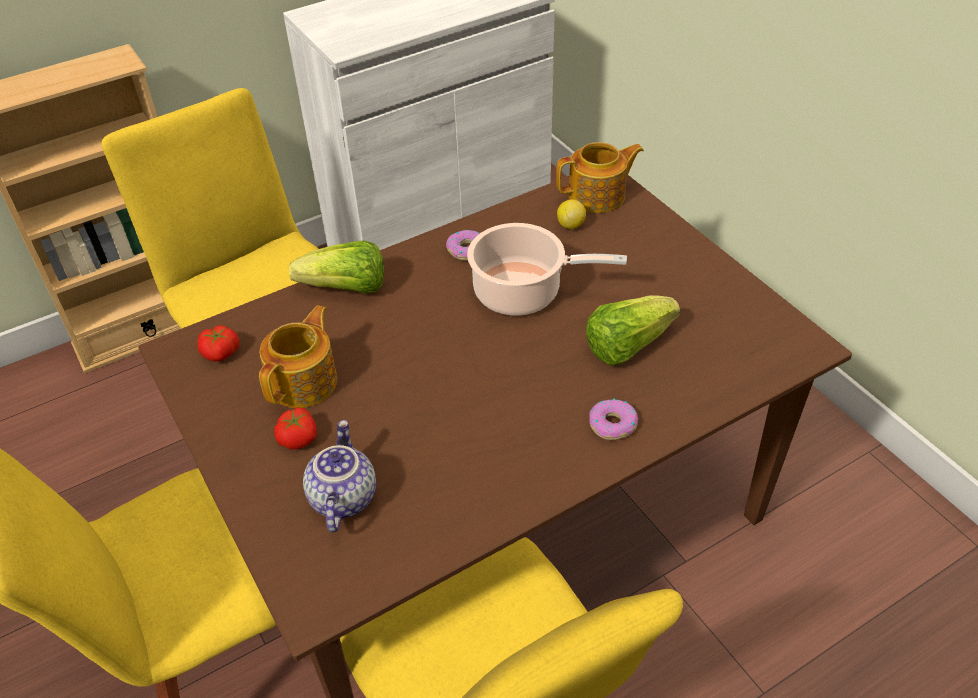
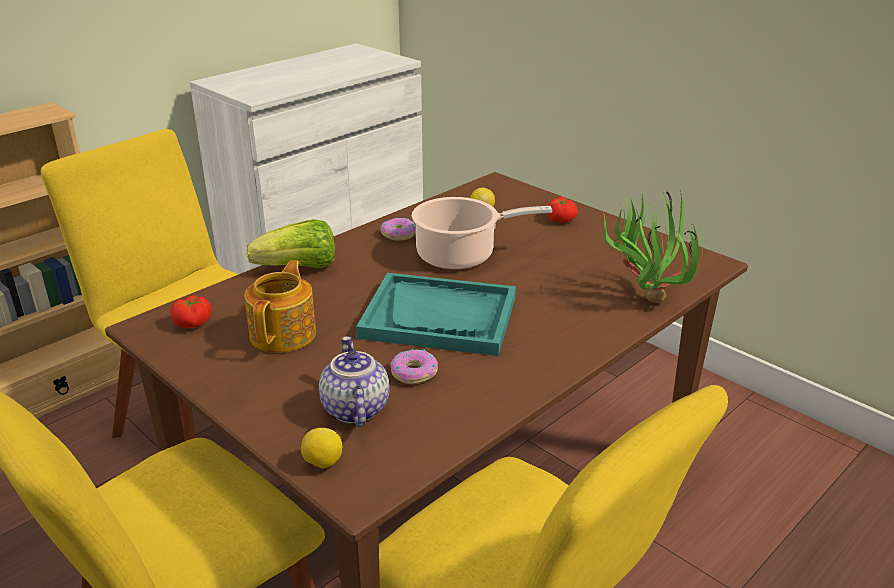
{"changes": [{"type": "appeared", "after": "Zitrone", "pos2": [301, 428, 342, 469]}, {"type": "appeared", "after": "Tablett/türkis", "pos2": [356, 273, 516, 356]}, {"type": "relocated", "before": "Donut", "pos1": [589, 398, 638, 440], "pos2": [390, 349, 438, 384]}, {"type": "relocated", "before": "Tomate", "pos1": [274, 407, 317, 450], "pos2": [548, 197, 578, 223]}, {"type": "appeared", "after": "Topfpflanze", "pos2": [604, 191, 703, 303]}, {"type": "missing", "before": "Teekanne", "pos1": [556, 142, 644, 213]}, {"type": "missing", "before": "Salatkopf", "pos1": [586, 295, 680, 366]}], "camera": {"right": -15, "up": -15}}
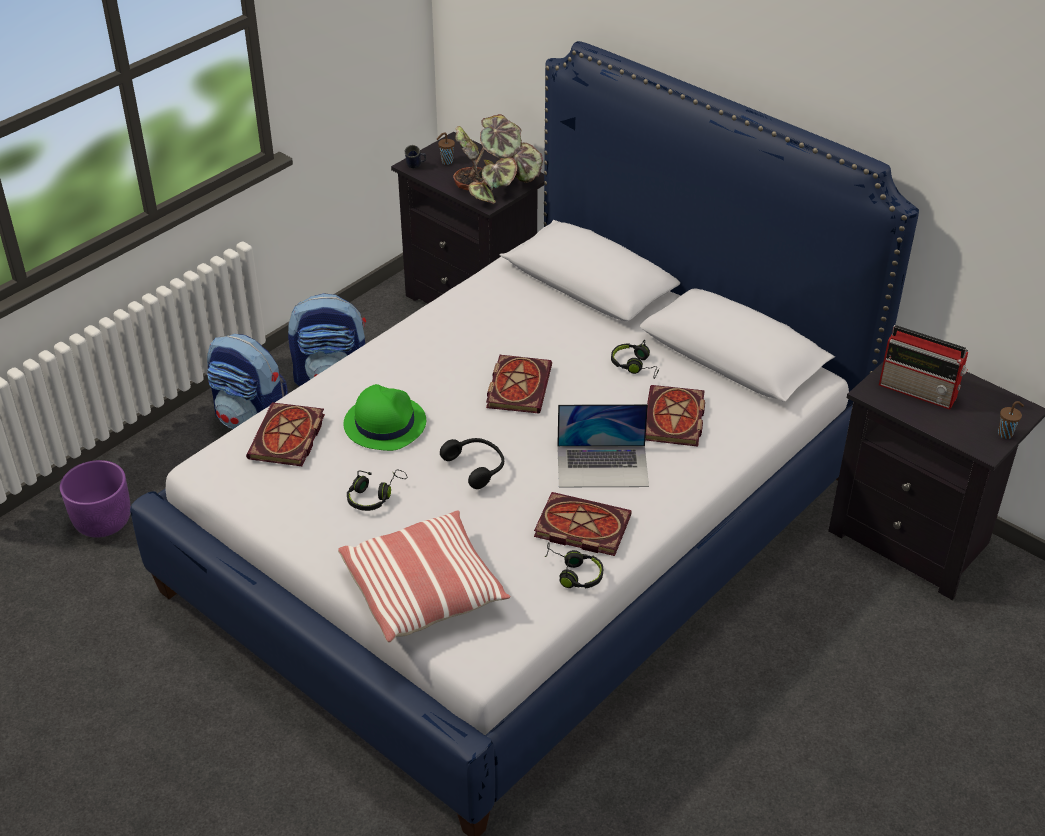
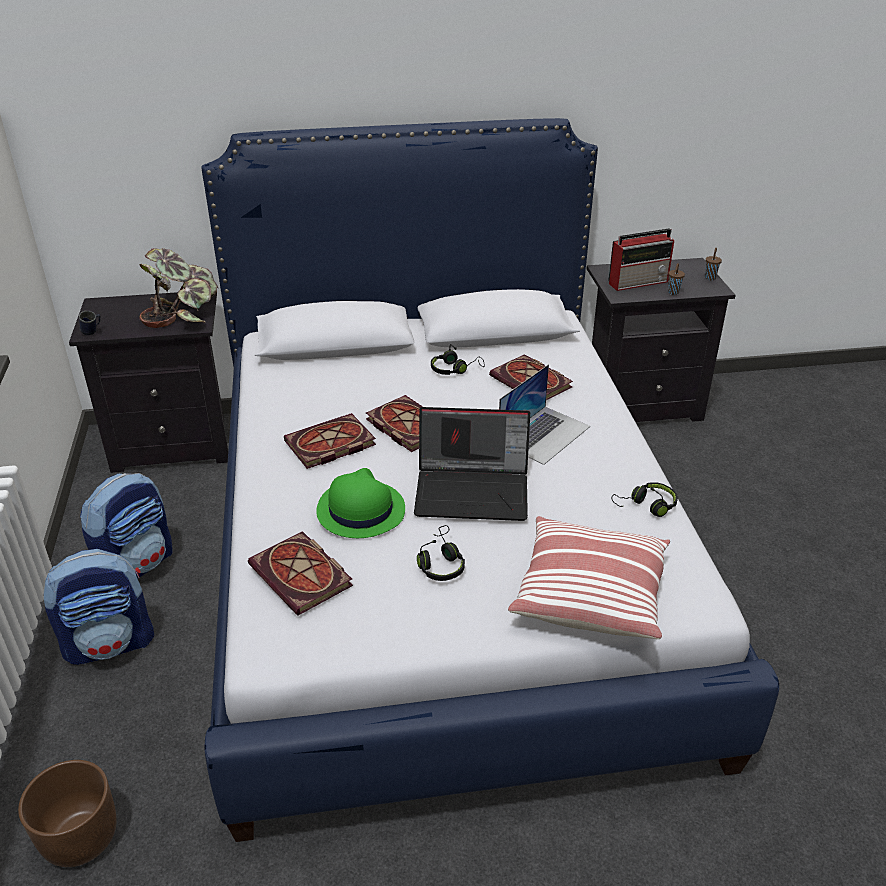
{"changes": [{"type": "colour", "before": "Pflanzkübel/lila", "after": "Pflanzkübel/braun", "pos1": [60, 460, 131, 538], "pos2": [18, 760, 117, 867]}, {"type": "relocated", "before": "Buch", "pos1": [534, 492, 632, 556], "pos2": [284, 413, 376, 469]}, {"type": "exchanged", "before": "Kopfhörer/schwarz", "after": "Laptop", "pos1": [440, 438, 504, 489], "pos2": [414, 407, 530, 521]}, {"type": "relocated", "before": "Tasse/braun", "pos1": [437, 132, 455, 165], "pos2": [668, 263, 685, 295]}], "camera": {"right": -50, "up": -5}}
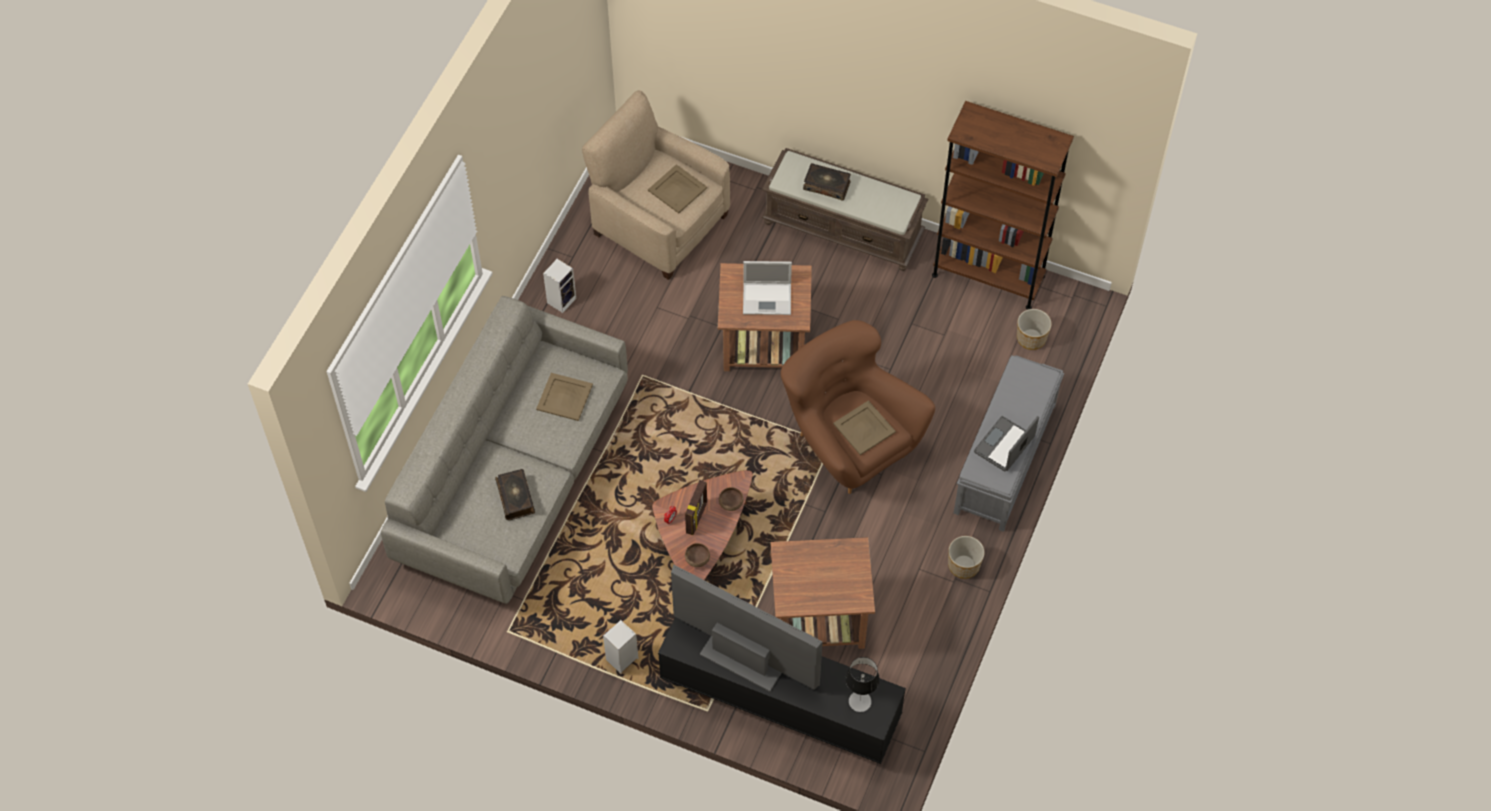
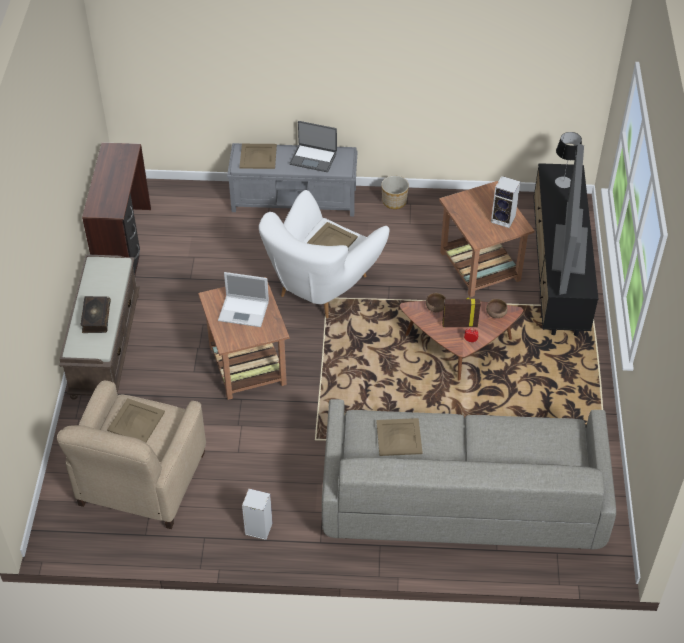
{"changes": [{"type": "exchanged", "before": "Bücherregal/braun", "after": "Schreibtisch/braun", "pos1": [932, 101, 1074, 310], "pos2": [82, 142, 151, 275]}, {"type": "spun", "before": "Laptop", "pos1": [743, 261, 792, 315], "pos2": [218, 272, 269, 327], "turn": 120}, {"type": "appeared", "after": "Tablett/beige", "pos2": [240, 144, 277, 169]}, {"type": "colour", "before": "Sessel/braun", "after": "Sessel/weiß", "pos1": [781, 320, 935, 494], "pos2": [259, 190, 389, 318]}, {"type": "relocated", "before": "Lautsprecher", "pos1": [603, 620, 639, 674], "pos2": [491, 176, 520, 228]}, {"type": "missing", "before": "Buch", "pos1": [495, 469, 535, 520]}, {"type": "missing", "before": "Pflanzkübel", "pos1": [1017, 309, 1052, 350]}], "camera": {"right": -110, "up": -10}}
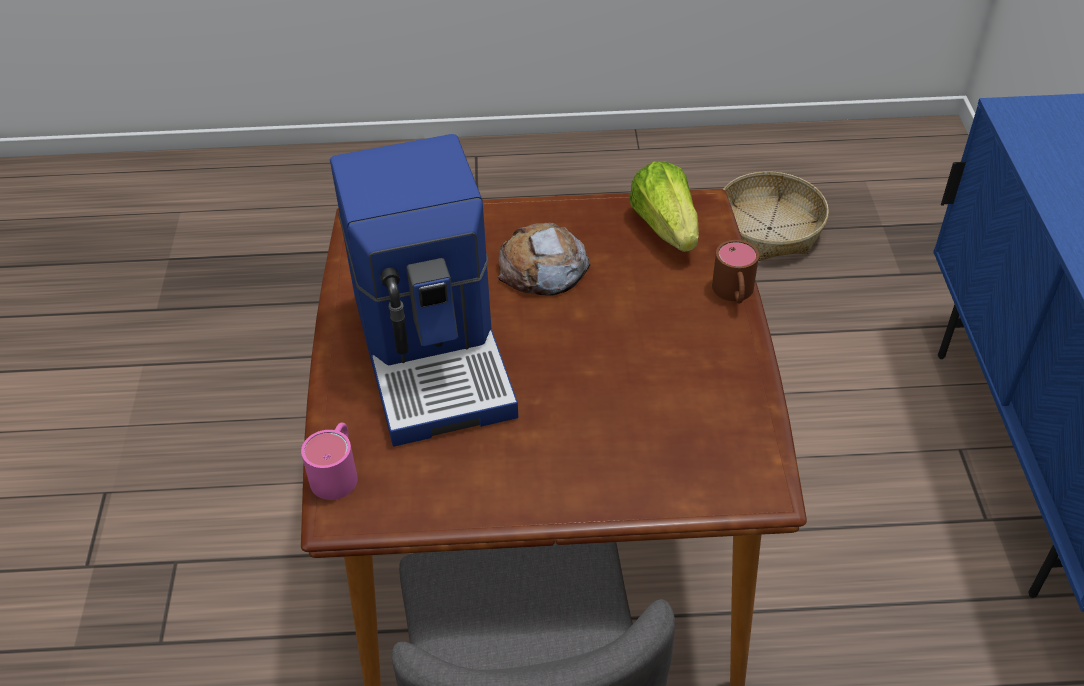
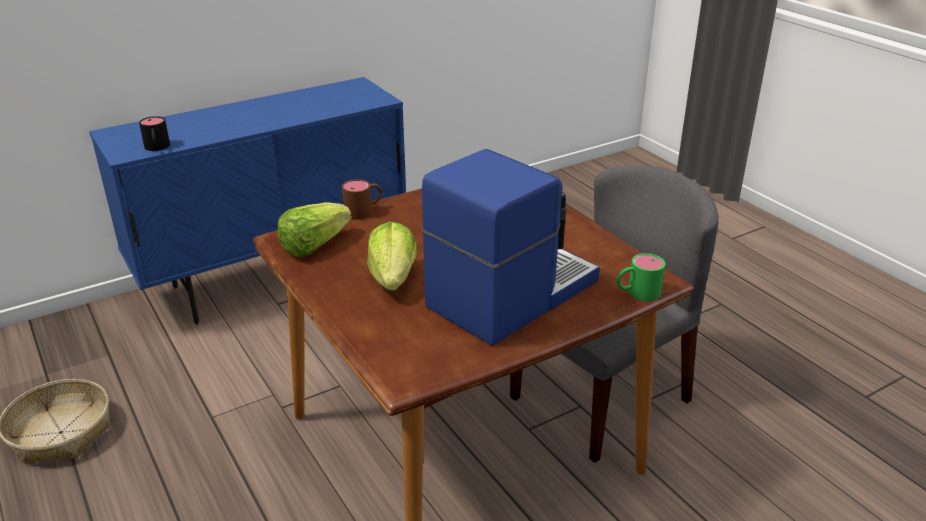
{"changes": [{"type": "appeared", "after": "Henkelbecher/schwarz", "pos2": [139, 116, 170, 151]}, {"type": "exchanged", "before": "Brot", "after": "Salatkopf", "pos1": [498, 223, 590, 295], "pos2": [367, 221, 417, 290]}, {"type": "colour", "before": "Henkelbecher/rosa", "after": "Henkelbecher/grün", "pos1": [301, 423, 358, 500], "pos2": [616, 253, 665, 301]}], "camera": {"right": -120, "up": -15}}
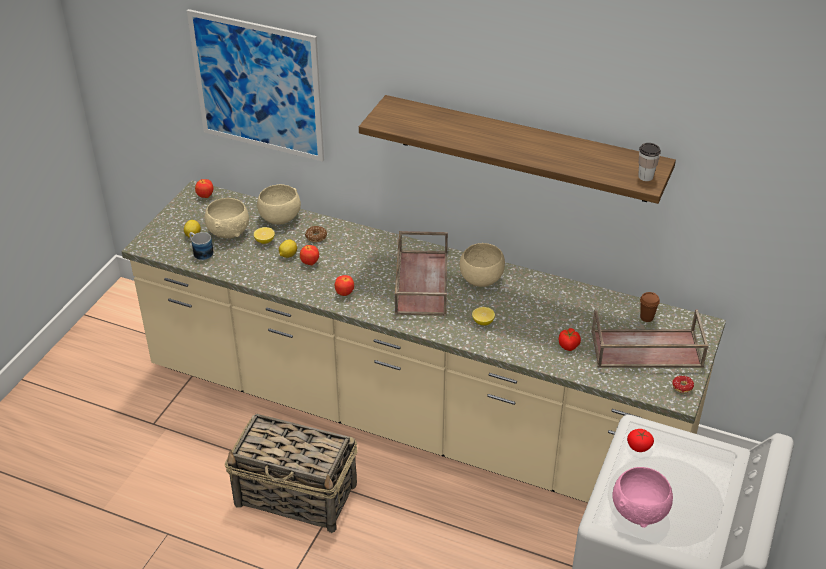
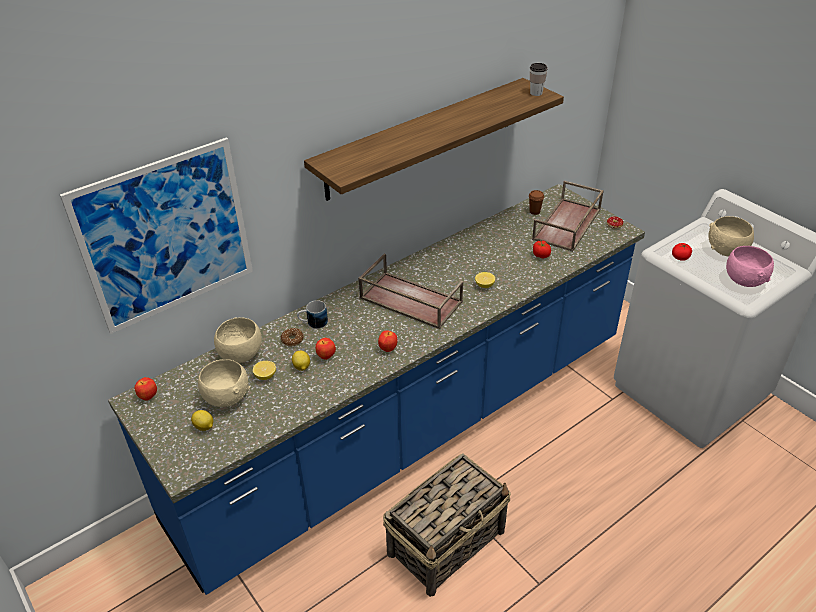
{"changes": [{"type": "colour", "before": "Küchenzeile/beige", "after": "Küchenzeile/blau", "pos1": [122, 180, 726, 503], "pos2": [108, 184, 645, 595]}, {"type": "relocated", "before": "Henkelbecher", "pos1": [189, 232, 214, 260], "pos2": [297, 300, 328, 329]}, {"type": "relocated", "before": "Schüssel/beige", "pos1": [460, 243, 505, 287], "pos2": [708, 216, 754, 257]}], "camera": {"right": -60, "up": 0}}
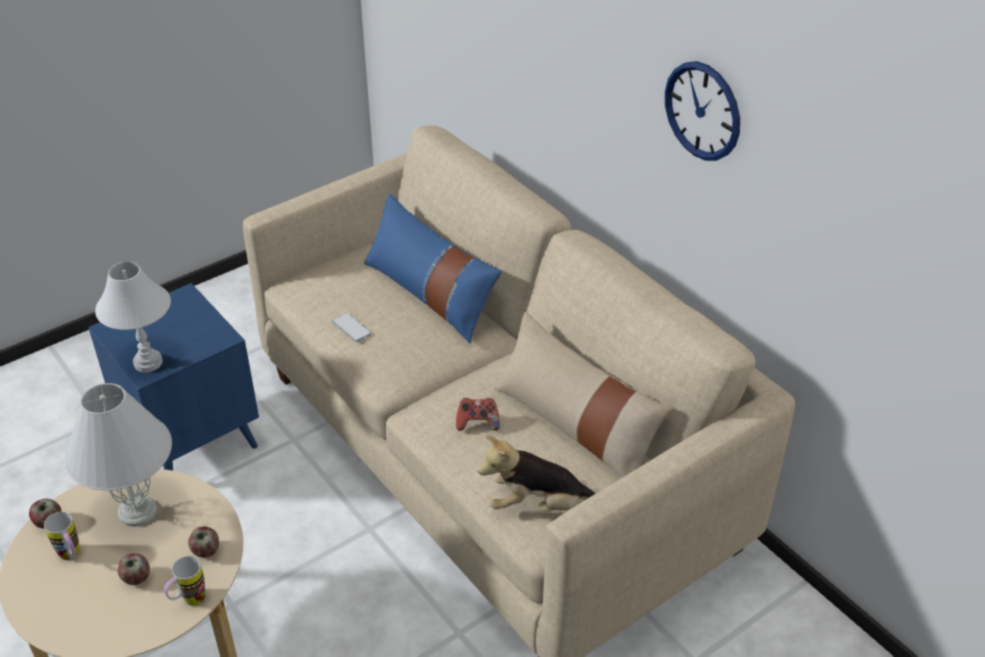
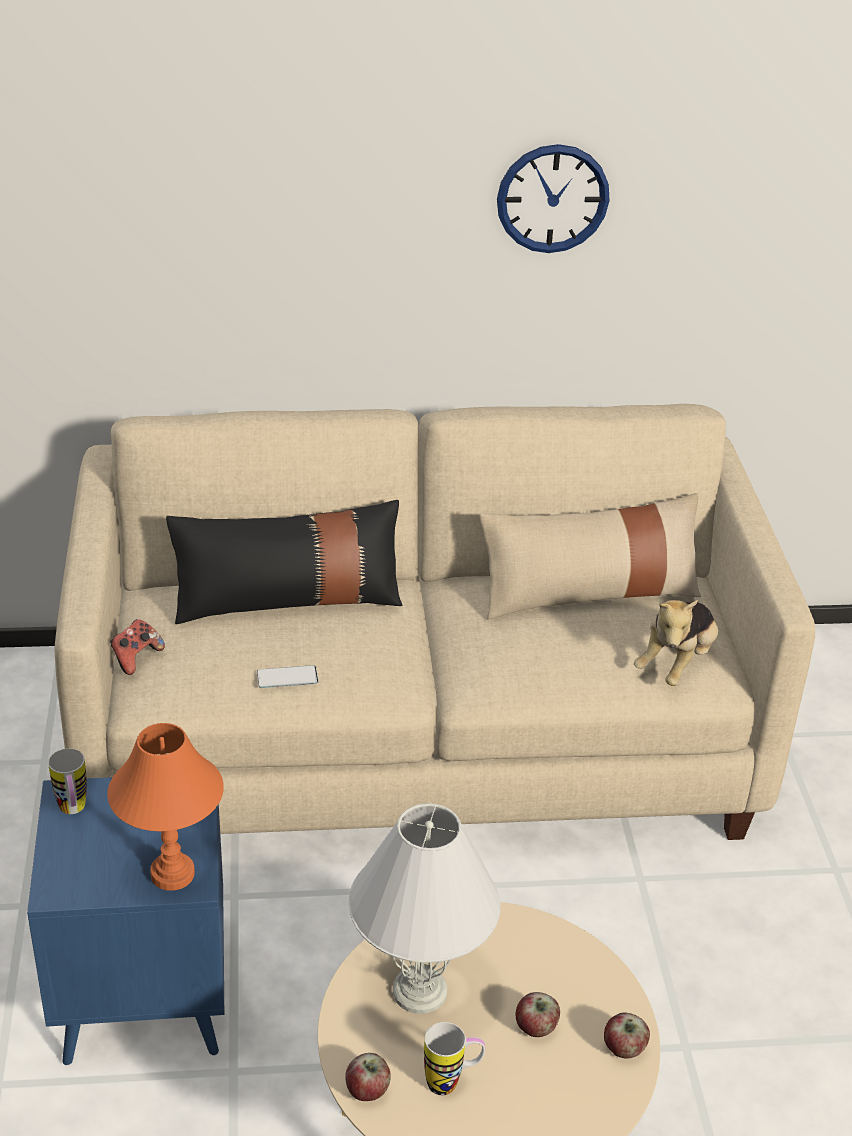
{"changes": [{"type": "relocated", "before": "Henkelbecher", "pos1": [164, 556, 205, 606], "pos2": [48, 748, 87, 814]}, {"type": "colour", "before": "Tischlampe/weiß", "after": "Tischlampe/orange", "pos1": [95, 262, 171, 373], "pos2": [107, 723, 224, 891]}, {"type": "relocated", "before": "Gamepad", "pos1": [456, 398, 500, 431], "pos2": [110, 619, 165, 675]}, {"type": "colour", "before": "Kissen/blau", "after": "Kissen/schwarz", "pos1": [364, 194, 502, 343], "pos2": [166, 500, 402, 624]}, {"type": "relocated", "before": "Apfel", "pos1": [188, 527, 219, 558], "pos2": [604, 1013, 650, 1059]}], "camera": {"right": -60, "up": -5}}
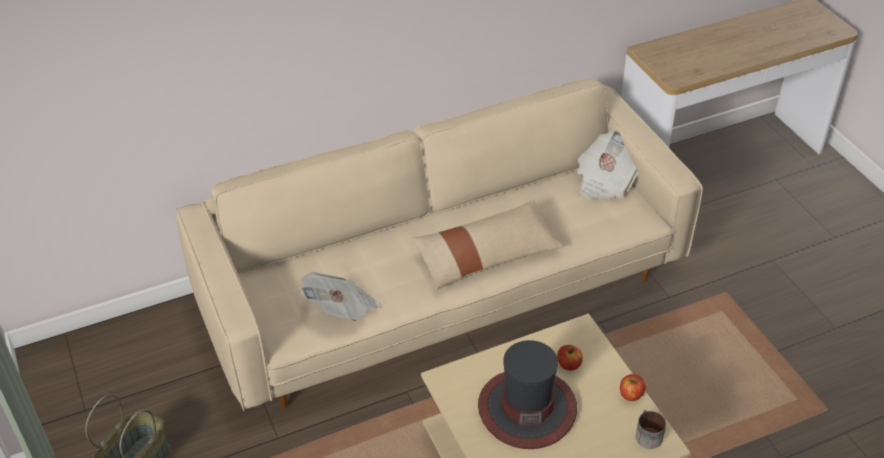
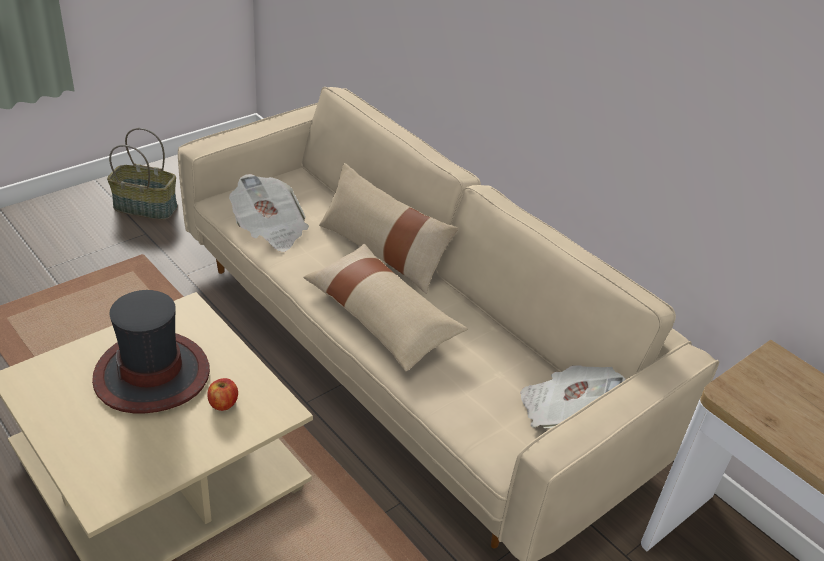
{"changes": [{"type": "appeared", "after": "Kissen/beige", "pos2": [319, 163, 458, 294]}, {"type": "missing", "before": "Apfel", "pos1": [620, 374, 646, 401]}, {"type": "missing", "before": "Henkelbecher", "pos1": [636, 410, 666, 449]}], "camera": {"right": 70, "up": -5}}
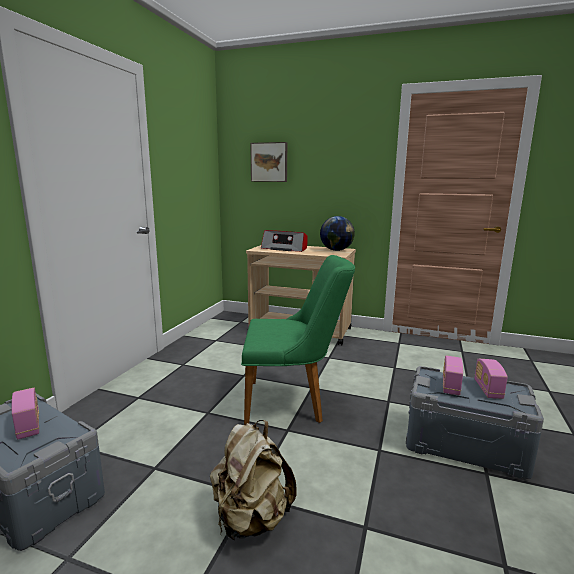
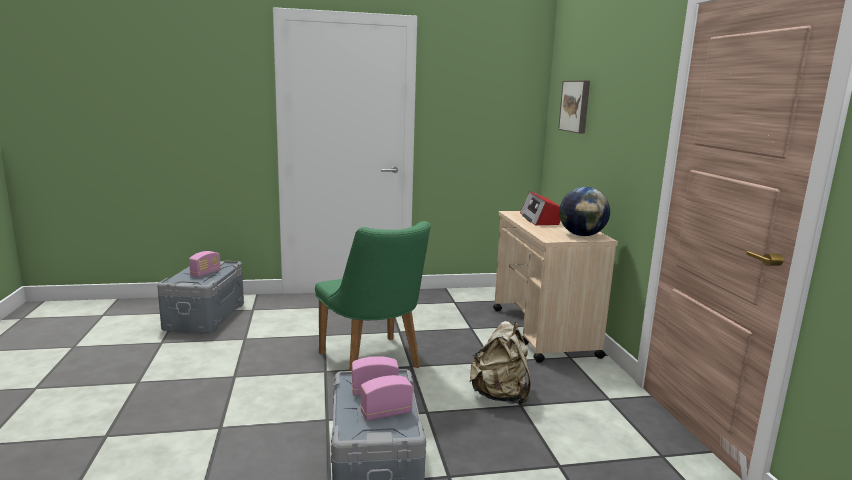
{"changes": [{"type": "relocated", "before": "Rucksack/beige", "pos1": [210, 420, 297, 541], "pos2": [469, 321, 531, 405]}], "camera": {"right": 60, "up": 0}}
